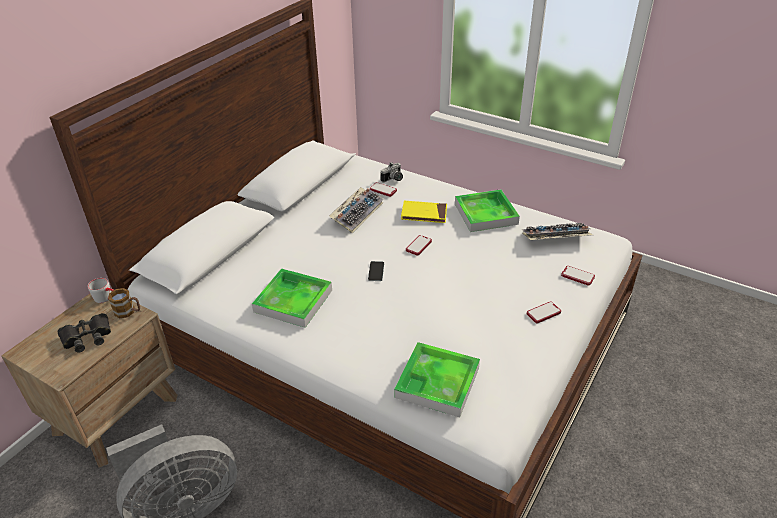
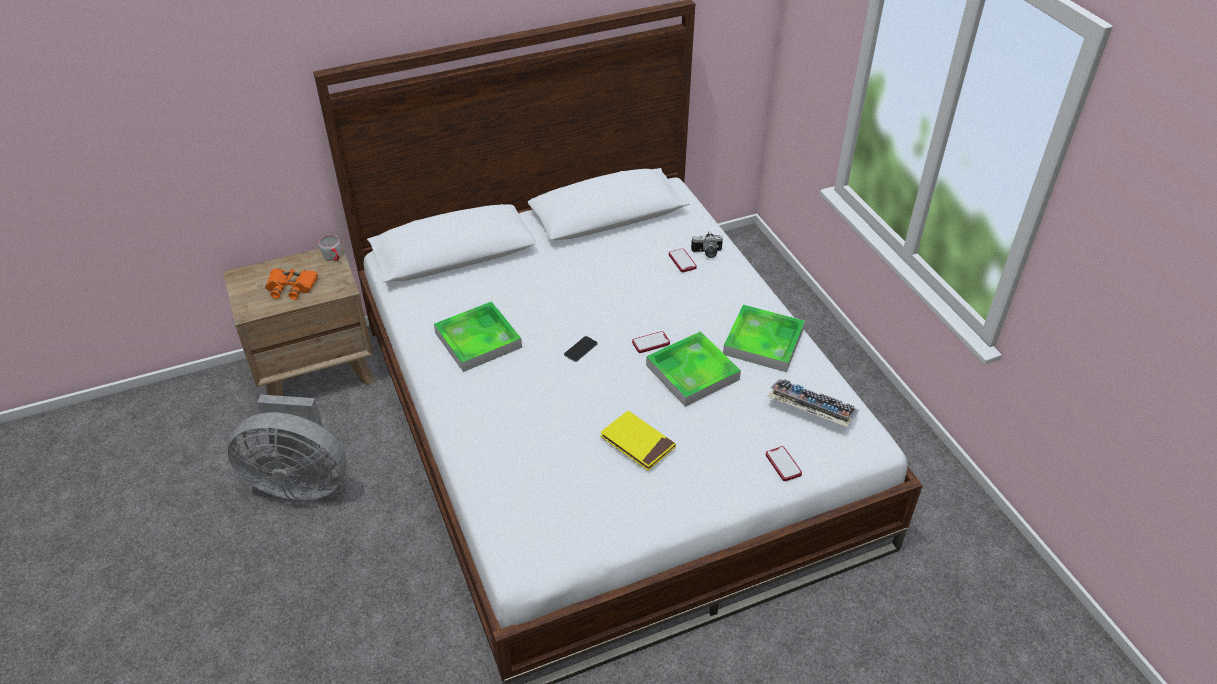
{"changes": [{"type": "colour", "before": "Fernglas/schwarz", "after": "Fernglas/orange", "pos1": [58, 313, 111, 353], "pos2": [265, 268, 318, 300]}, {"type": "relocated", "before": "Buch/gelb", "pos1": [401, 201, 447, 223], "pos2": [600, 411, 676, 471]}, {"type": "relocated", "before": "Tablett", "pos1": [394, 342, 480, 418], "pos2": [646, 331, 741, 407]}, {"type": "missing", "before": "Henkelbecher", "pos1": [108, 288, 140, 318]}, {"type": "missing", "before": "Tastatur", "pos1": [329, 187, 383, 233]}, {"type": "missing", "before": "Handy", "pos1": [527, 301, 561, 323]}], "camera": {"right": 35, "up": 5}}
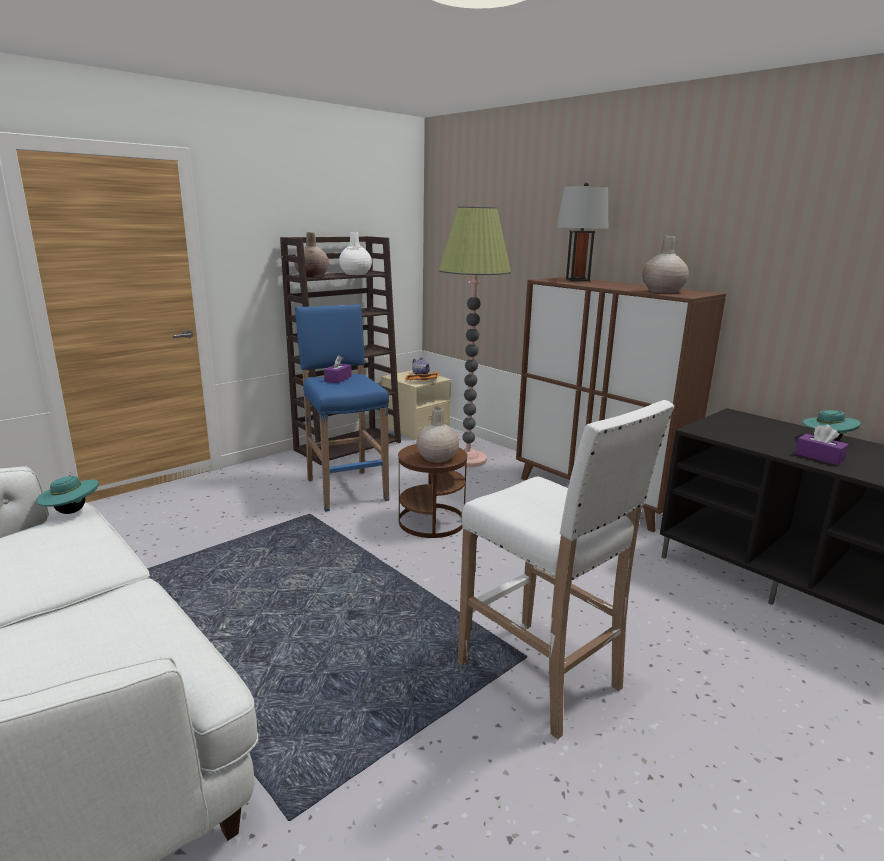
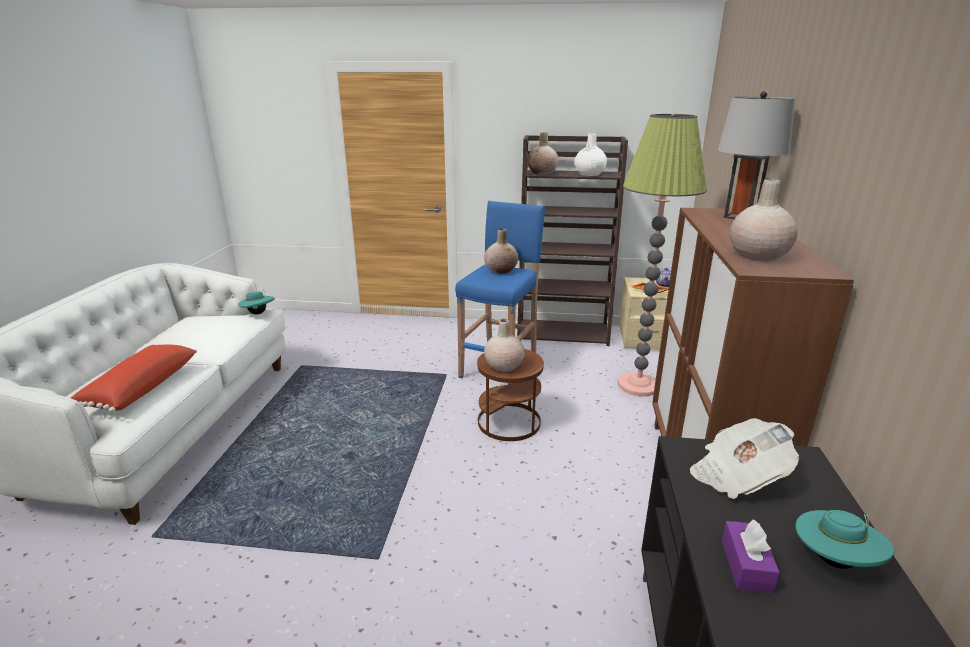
{"changes": [{"type": "appeared", "after": "Kissen/rot", "pos2": [71, 345, 197, 412]}, {"type": "exchanged", "before": "Taschentuchbox/lila", "after": "Vase/beige", "pos1": [324, 355, 352, 383], "pos2": [484, 229, 519, 274]}, {"type": "appeared", "after": "Zeitung", "pos2": [690, 418, 799, 499]}, {"type": "missing", "before": "Hocker/weiß", "pos1": [458, 400, 675, 740]}], "camera": {"right": 50, "up": 5}}
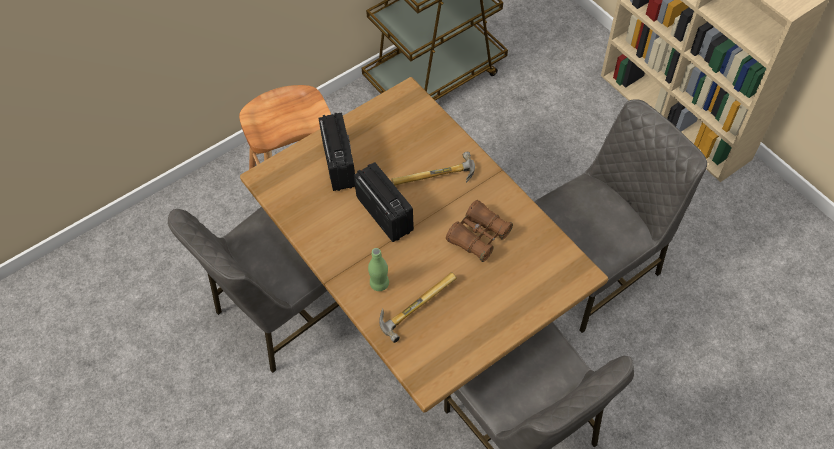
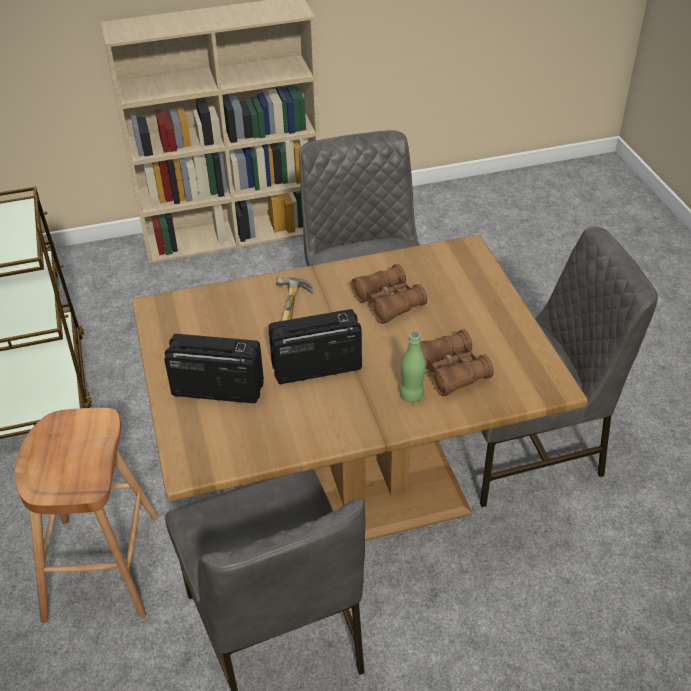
{"changes": [{"type": "exchanged", "before": "Hammer", "after": "Fernglas/braun", "pos1": [379, 272, 457, 343], "pos2": [420, 329, 494, 396]}], "camera": {"right": -70, "up": -15}}
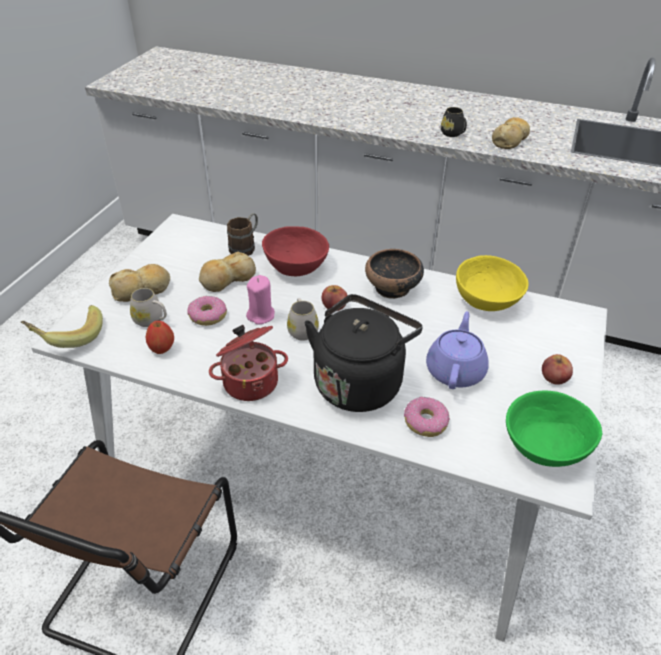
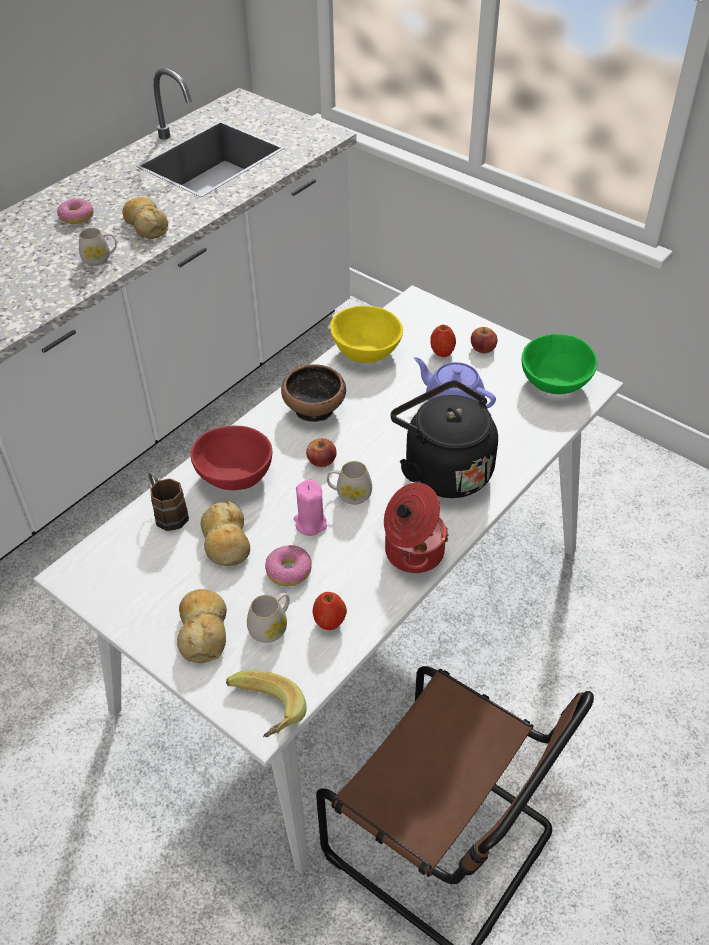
{"changes": [{"type": "relocated", "before": "Donut", "pos1": [404, 397, 450, 437], "pos2": [57, 199, 93, 224]}, {"type": "colour", "before": "Henkelbecher/schwarz", "after": "Henkelbecher/weiß", "pos1": [441, 107, 467, 137], "pos2": [79, 228, 117, 266]}, {"type": "appeared", "after": "Apfel", "pos2": [430, 325, 456, 357]}], "camera": {"right": -70, "up": 5}}
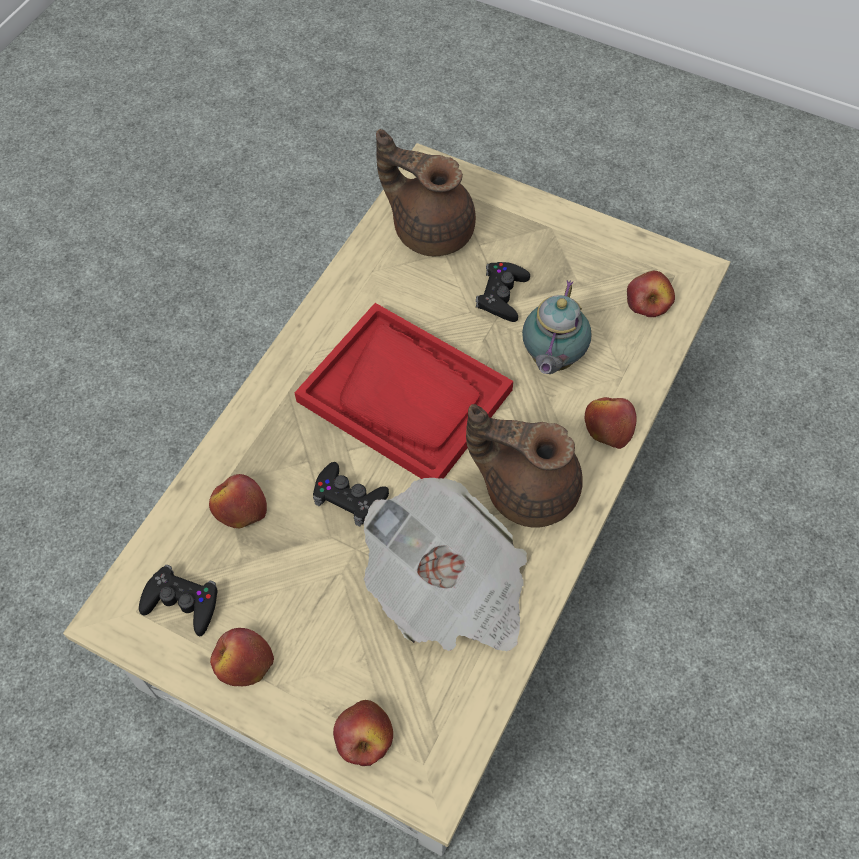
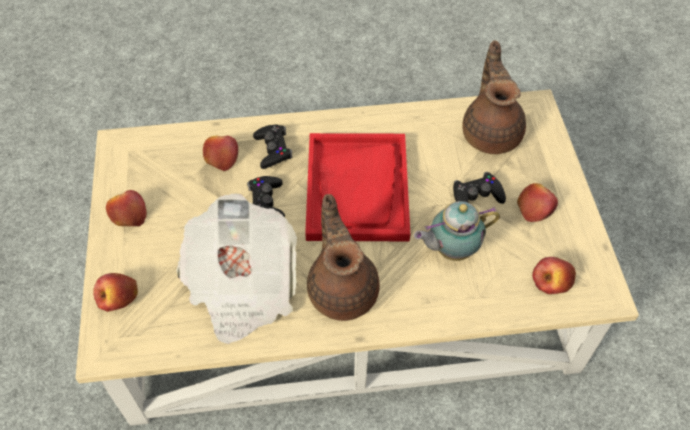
{"changes": [{"type": "relocated", "before": "Gamepad/schwarz", "pos1": [139, 565, 218, 636], "pos2": [253, 125, 292, 169]}, {"type": "relocated", "before": "Apfel", "pos1": [585, 397, 637, 449], "pos2": [517, 183, 558, 222]}], "camera": {"right": 55, "up": -5}}
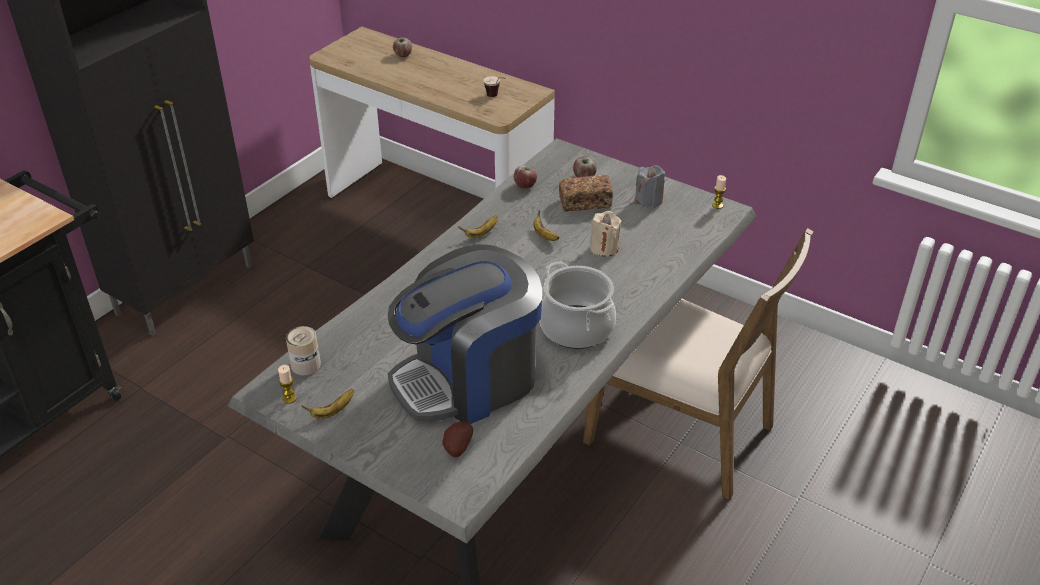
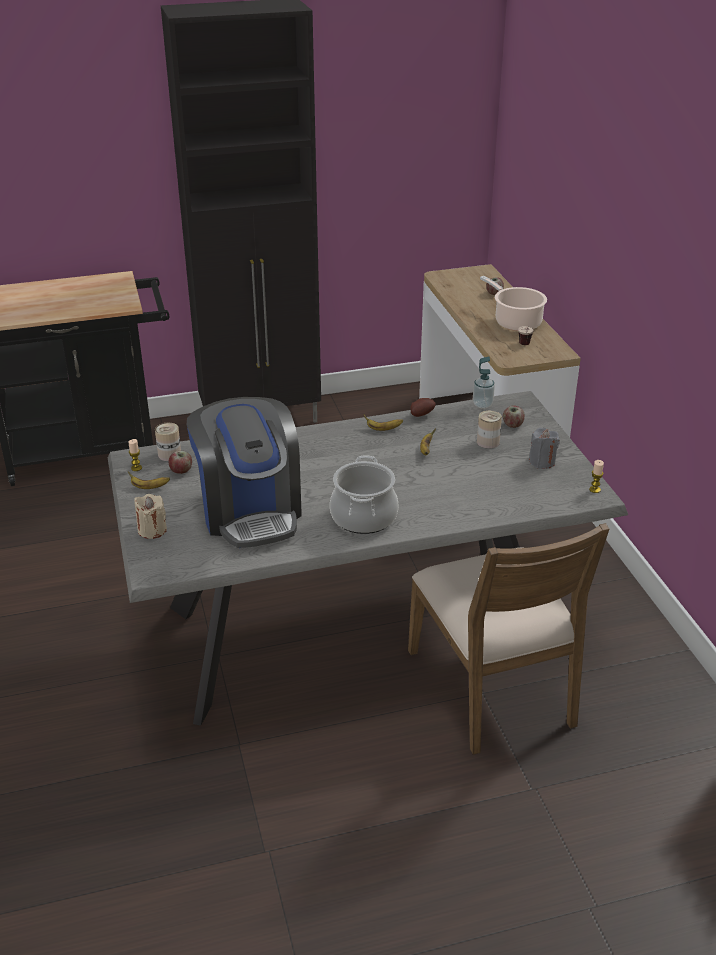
{"changes": [{"type": "relocated", "before": "Kerze/beige", "pos1": [590, 211, 622, 256], "pos2": [134, 494, 167, 539]}, {"type": "relocated", "before": "Apfel", "pos1": [514, 165, 537, 189], "pos2": [169, 451, 192, 474]}, {"type": "spun", "before": "Kaffeemaschine", "pos1": [388, 244, 542, 424], "pos2": [187, 397, 302, 548], "turn": -120}, {"type": "relocated", "before": "Kartoffel", "pos1": [442, 421, 473, 457], "pos2": [411, 398, 435, 417]}, {"type": "appeared", "after": "Seifenspender", "pos2": [473, 357, 495, 409]}, {"type": "exchanged", "before": "Brot", "after": "Dose", "pos1": [559, 175, 613, 212], "pos2": [477, 411, 502, 449]}, {"type": "appeared", "after": "Kochtopf", "pos2": [480, 276, 547, 331]}], "camera": {"right": 40, "up": -5}}
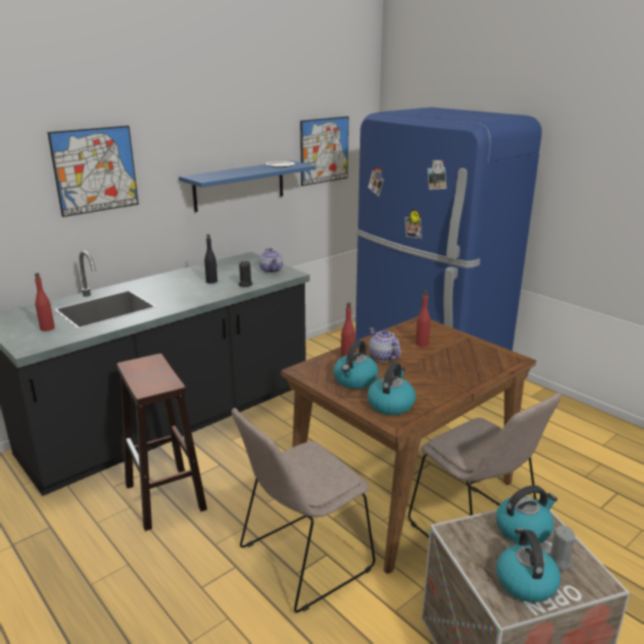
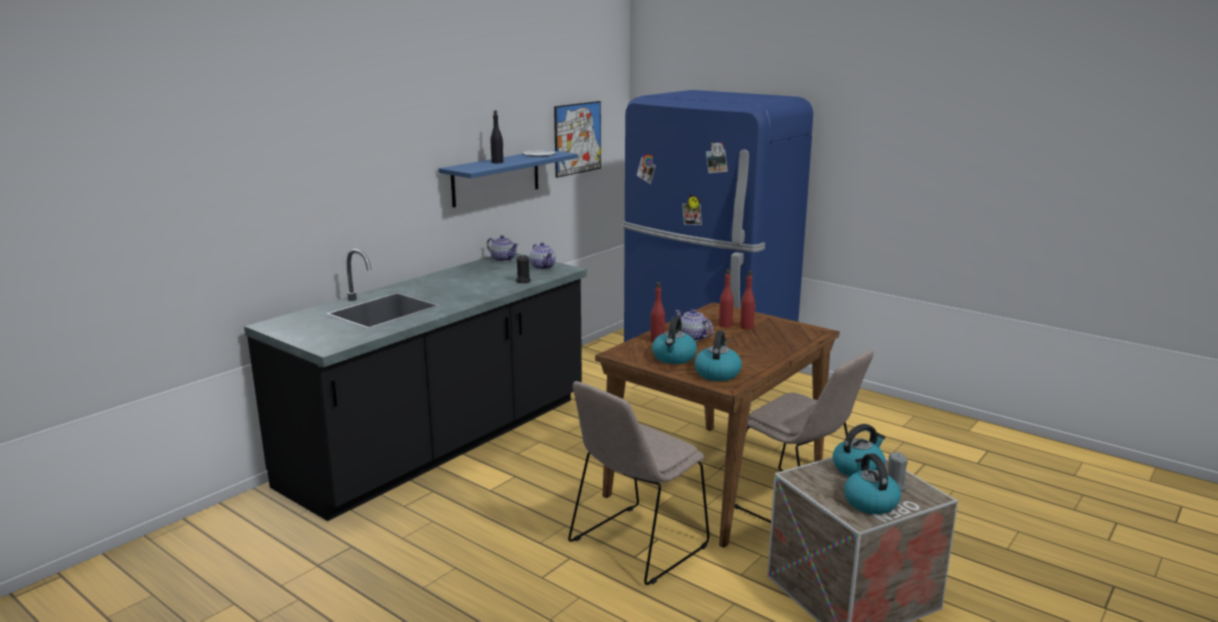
{"changes": [{"type": "appeared", "after": "Teekanne", "pos2": [487, 235, 519, 262]}, {"type": "relocated", "before": "Flasche/schwarz", "pos1": [205, 234, 217, 284], "pos2": [490, 110, 503, 164]}, {"type": "relocated", "before": "Flasche/rot", "pos1": [35, 273, 55, 331], "pos2": [740, 271, 755, 329]}, {"type": "missing", "before": "Bild", "pos1": [47, 125, 139, 217]}, {"type": "missing", "before": "Hocker/braun", "pos1": [117, 354, 207, 531]}], "camera": {"right": -10, "up": -5}}
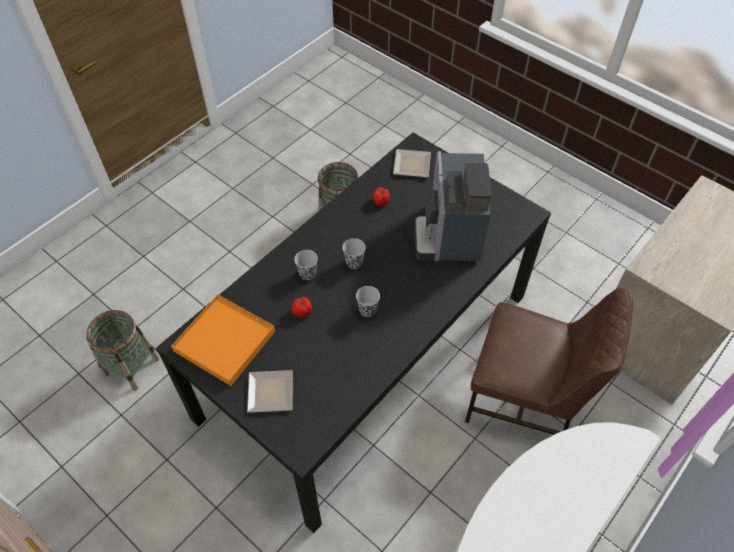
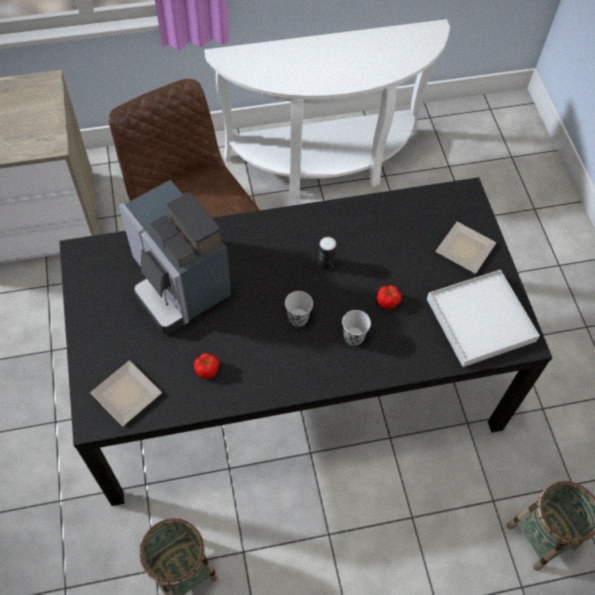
{"changes": [{"type": "spun", "before": "Kaffeemaschine", "pos1": [415, 151, 492, 261], "pos2": [119, 180, 231, 334], "turn": 105}, {"type": "exchanged", "before": "Tasse/schwarz", "after": "Dose", "pos1": [356, 286, 380, 317], "pos2": [318, 237, 336, 270]}, {"type": "colour", "before": "Tablett/orange", "after": "Tablett/weiß", "pos1": [171, 294, 275, 386], "pos2": [427, 270, 540, 367]}], "camera": {"right": -145, "up": 5}}
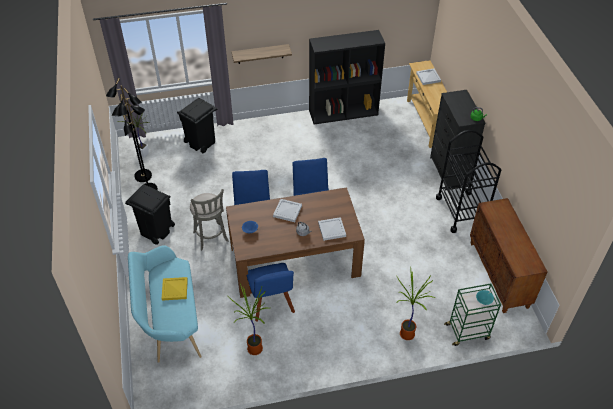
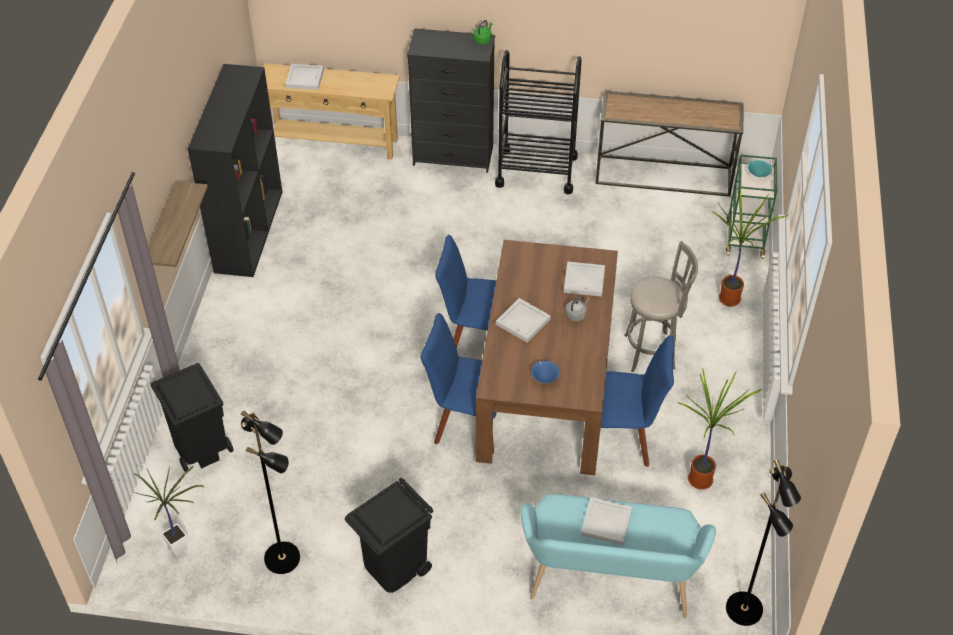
{"changes": [{"type": "colour", "before": "Tablett/gelb", "after": "Tablett/weiß", "pos1": [162, 277, 188, 301], "pos2": [581, 497, 632, 545]}, {"type": "exchanged", "before": "Schrank/braun", "after": "Konsolentisch", "pos1": [470, 198, 548, 313], "pos2": [595, 91, 744, 197]}, {"type": "relocated", "before": "Hocker/grau", "pos1": [190, 189, 229, 250], "pos2": [624, 241, 698, 372]}, {"type": "relocated", "before": "Stehlampe/schwarz", "pos1": [106, 78, 152, 182], "pos2": [726, 459, 801, 626]}], "camera": {"right": -70, "up": 0}}
